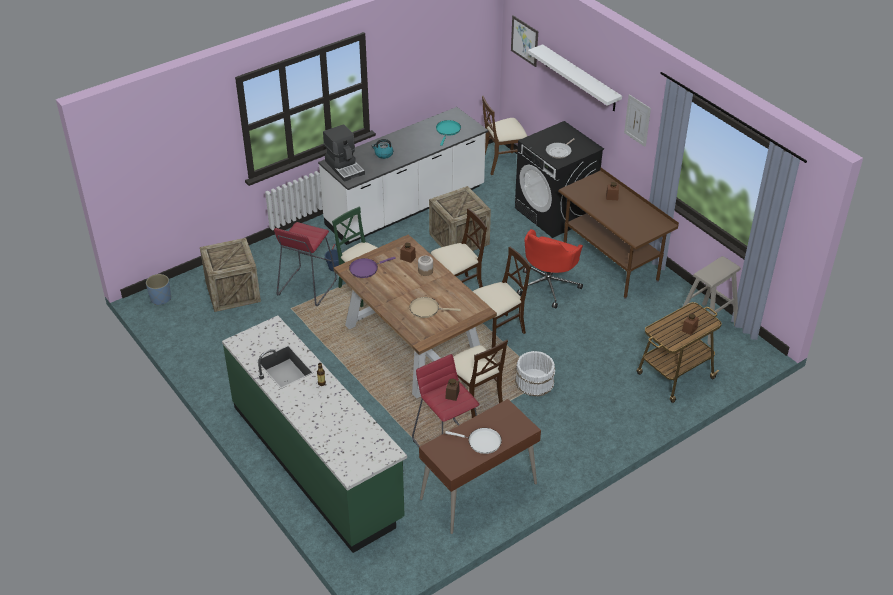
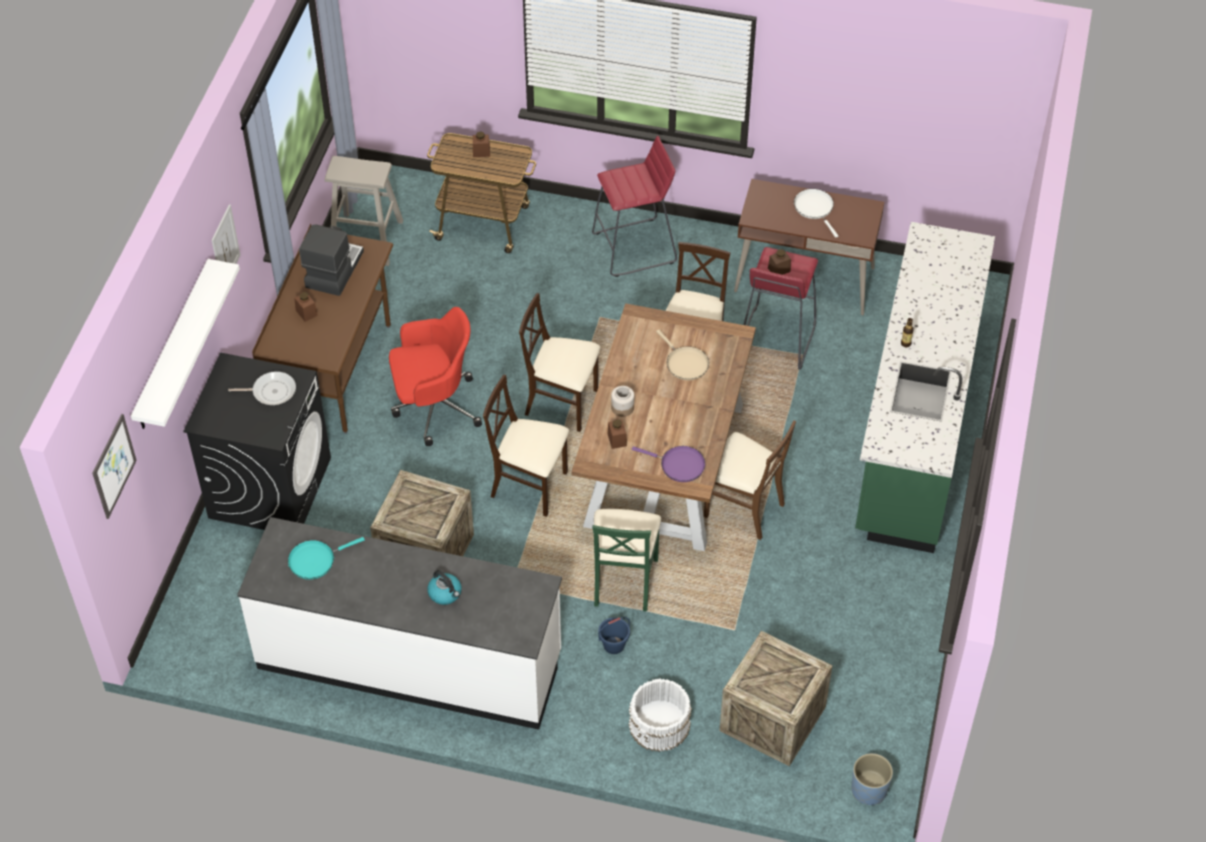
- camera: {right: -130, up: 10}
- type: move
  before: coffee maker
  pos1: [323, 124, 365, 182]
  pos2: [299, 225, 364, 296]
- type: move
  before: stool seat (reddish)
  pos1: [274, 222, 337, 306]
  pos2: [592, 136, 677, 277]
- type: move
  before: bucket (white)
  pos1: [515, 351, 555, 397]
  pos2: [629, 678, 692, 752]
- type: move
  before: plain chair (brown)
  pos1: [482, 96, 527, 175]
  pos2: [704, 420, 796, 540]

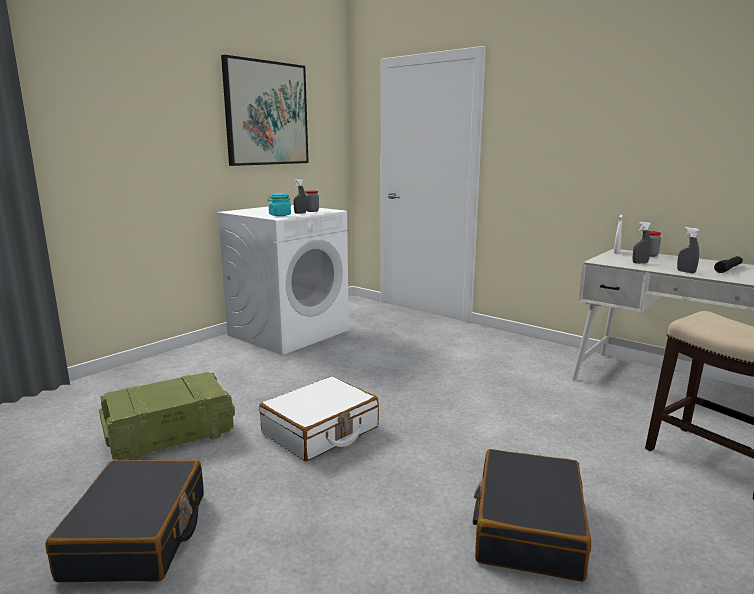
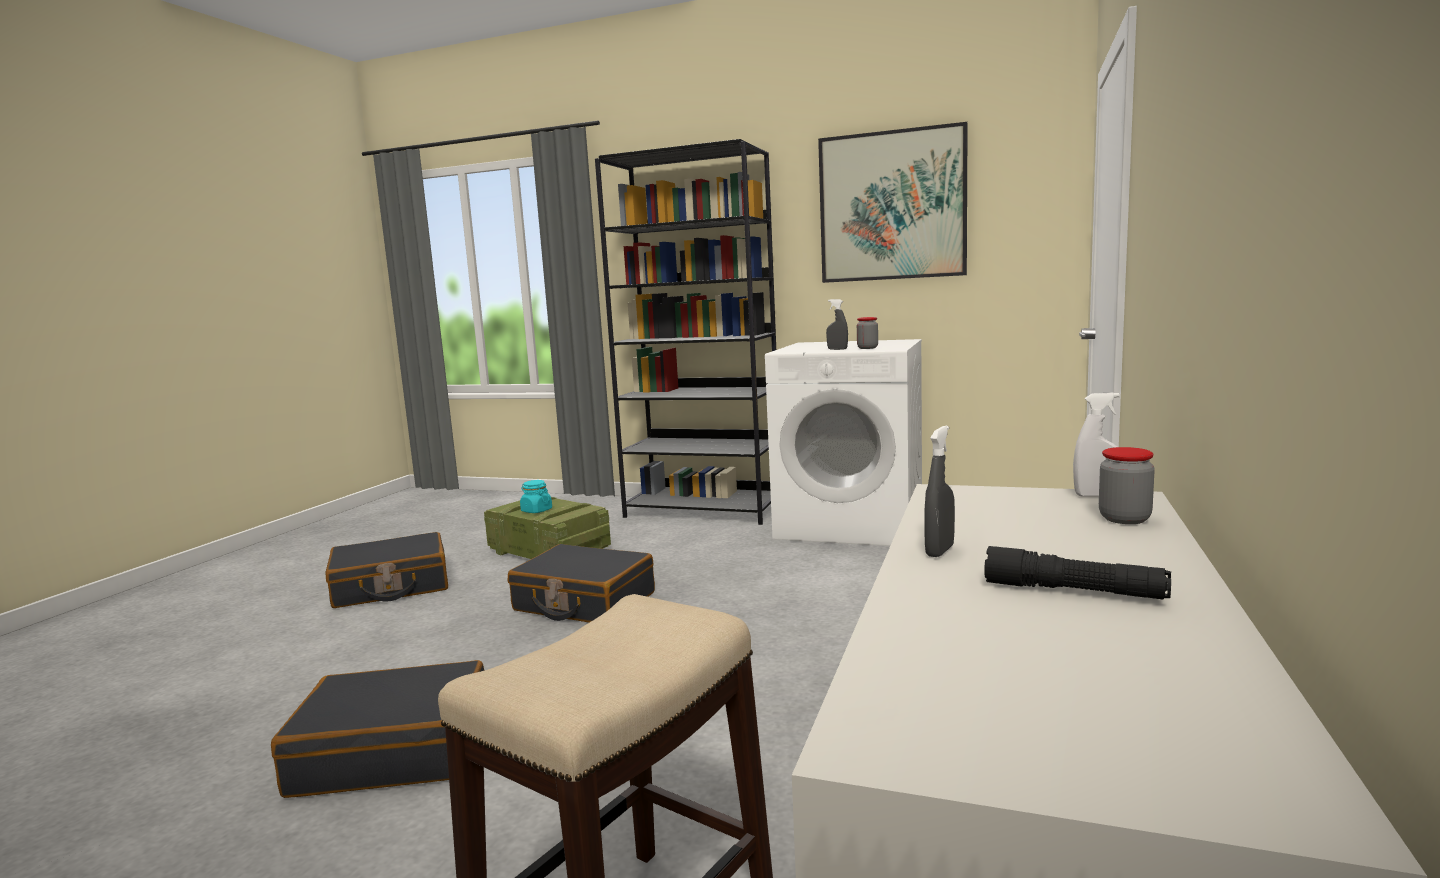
- camera: {right: 70, up: -5}
- type: recolor
  before: suitcase (white)
  after: suitcase (black-coloured)
  pos1: [259, 376, 379, 461]
  pos2: [508, 544, 655, 623]
- type: move
  before: preserve jar (blue-green)
  pos1: [267, 193, 291, 216]
  pos2: [520, 480, 552, 513]
- type: insert
  after: bookcase (black-coloured)
  pos2: [595, 139, 776, 525]
- type: delete
  before: sprayer (greyish)
  pos1: [633, 222, 651, 263]

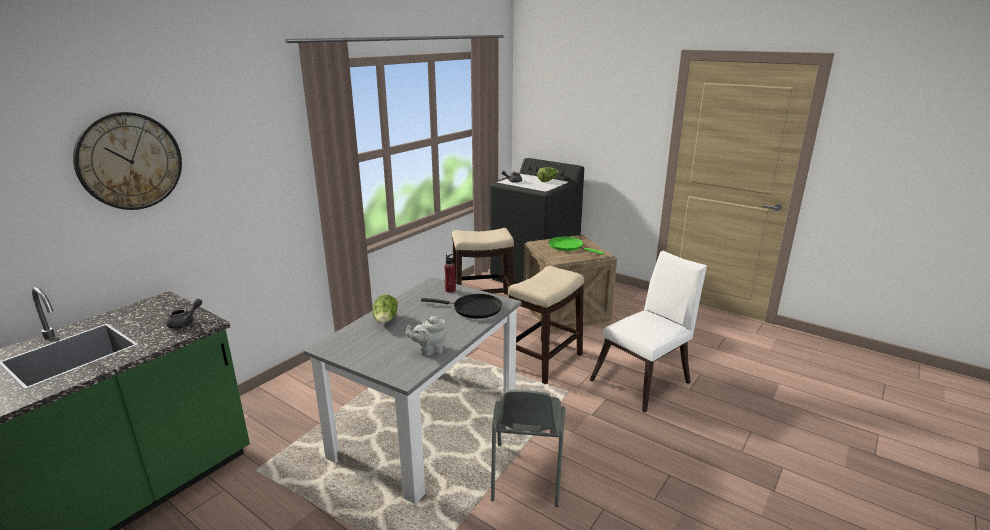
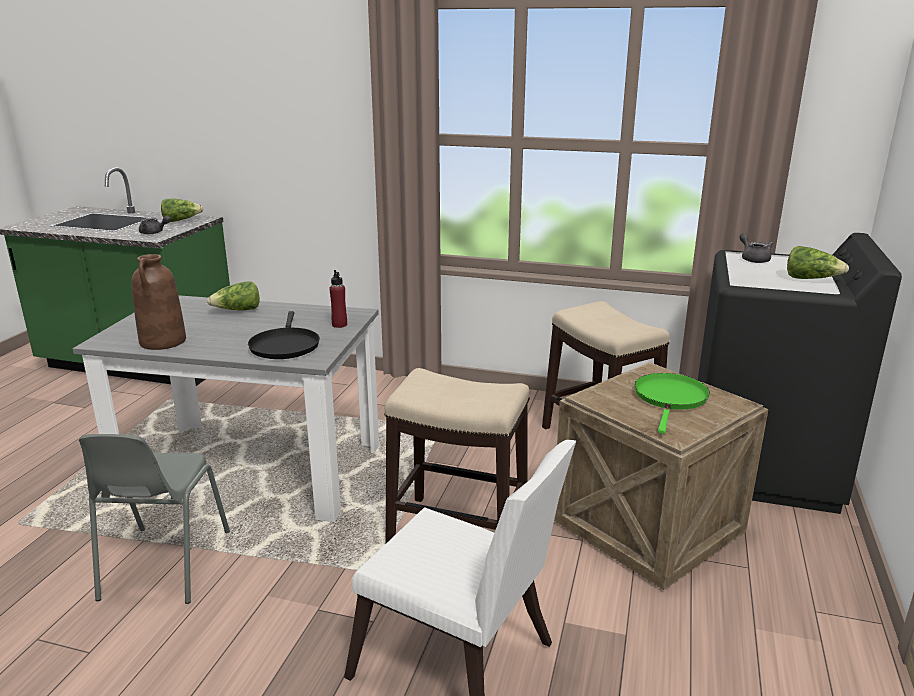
- camera: {right: 70, up: 0}
- type: rotate
  before: plain chair (greyish)
  pos1: [491, 390, 565, 507]
  pos2: [79, 434, 230, 604]
  turn: -75
- type: replace
  before: pot for tea (greyish)
  after: decorative vase (brown)
  pos1: [406, 316, 446, 356]
  pos2: [131, 254, 186, 350]
- type: insert
  after: lettuce
  pos2: [161, 199, 204, 222]
- type: delete
  before: hanging clock
  pos1: [73, 112, 182, 210]

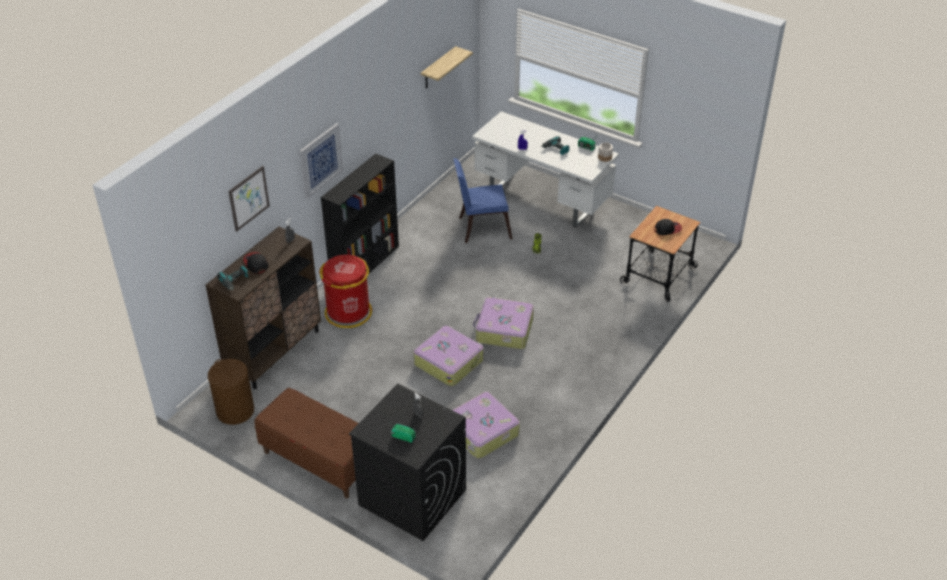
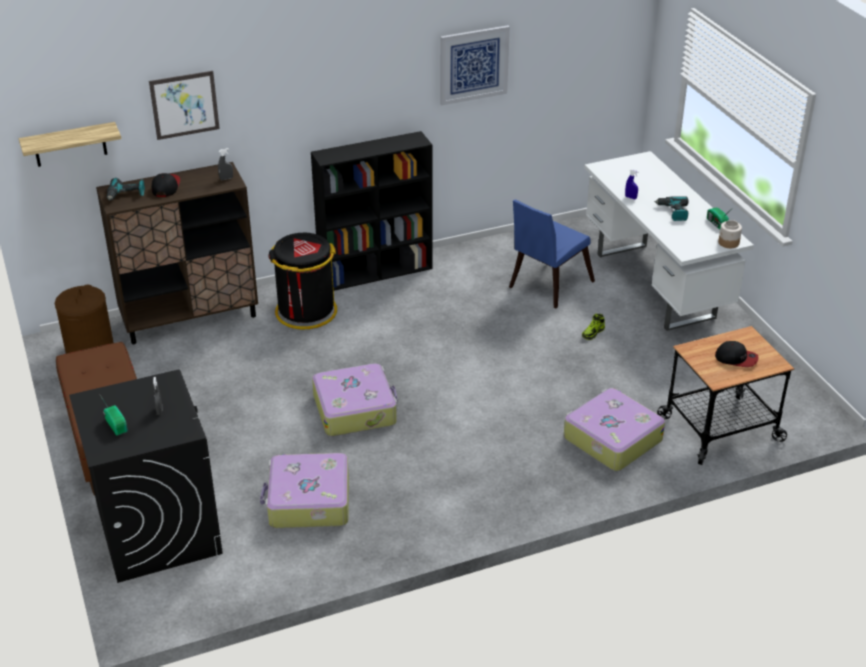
- camera: {right: 35, up: -5}
- type: move
  before: shelf
  pos1: [421, 46, 473, 89]
  pos2: [19, 122, 121, 167]
- type: recolor
  before: waste bin (reddish)
  after: waste bin (black-coloured)
  pos1: [319, 255, 372, 328]
  pos2: [268, 233, 337, 329]
- type: move
  before: wall art
  pos1: [300, 123, 343, 199]
  pos2: [440, 25, 510, 105]
- type: rotate
  before: plain chair (blue-coloured)
  pos1: [453, 158, 512, 243]
  pos2: [509, 199, 595, 309]
  turn: -75
- type: move
  before: suitcase
  pos1: [473, 297, 534, 349]
  pos2: [564, 388, 665, 471]

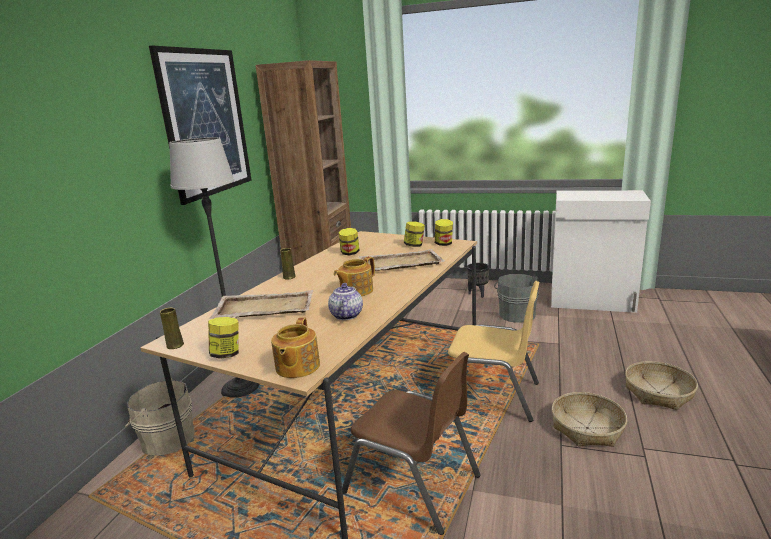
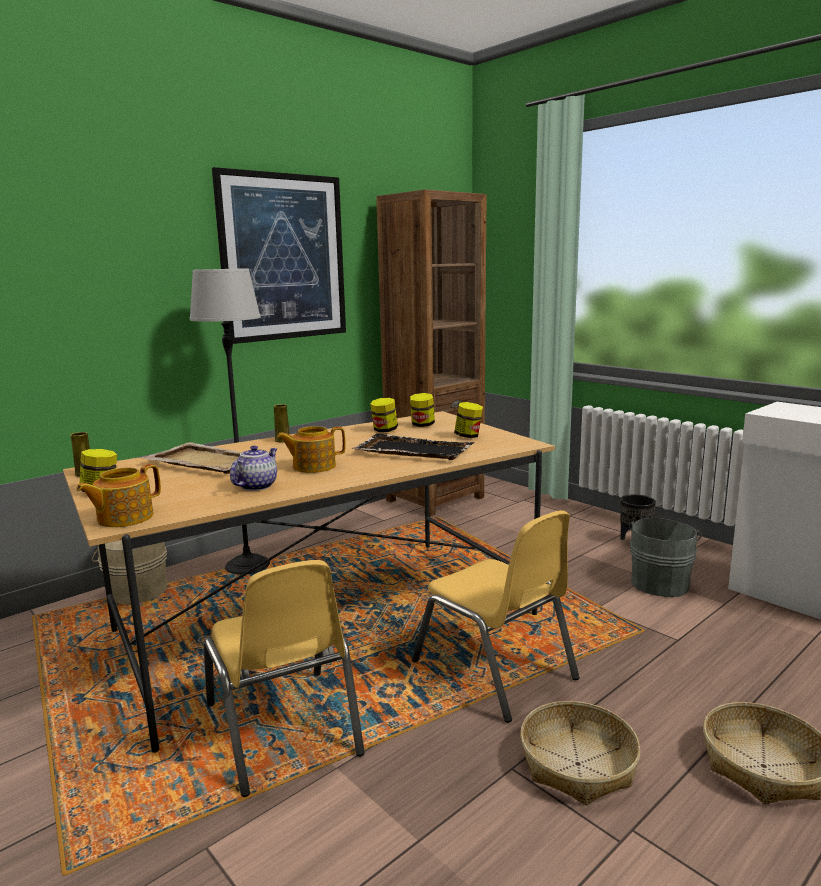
- camera: {right: 30, up: -5}
- type: recolor
  before: plain chair (brown)
  after: plain chair (yellowish)
  pos1: [342, 352, 481, 535]
  pos2: [204, 560, 365, 797]
- type: recolor
  before: carrying tray (beige-coloured)
  after: carrying tray (black-coloured)
  pos1: [359, 249, 444, 271]
  pos2: [352, 433, 474, 460]
- type: move
  before: preserve jar
  pos1: [435, 219, 453, 246]
  pos2: [410, 393, 435, 427]

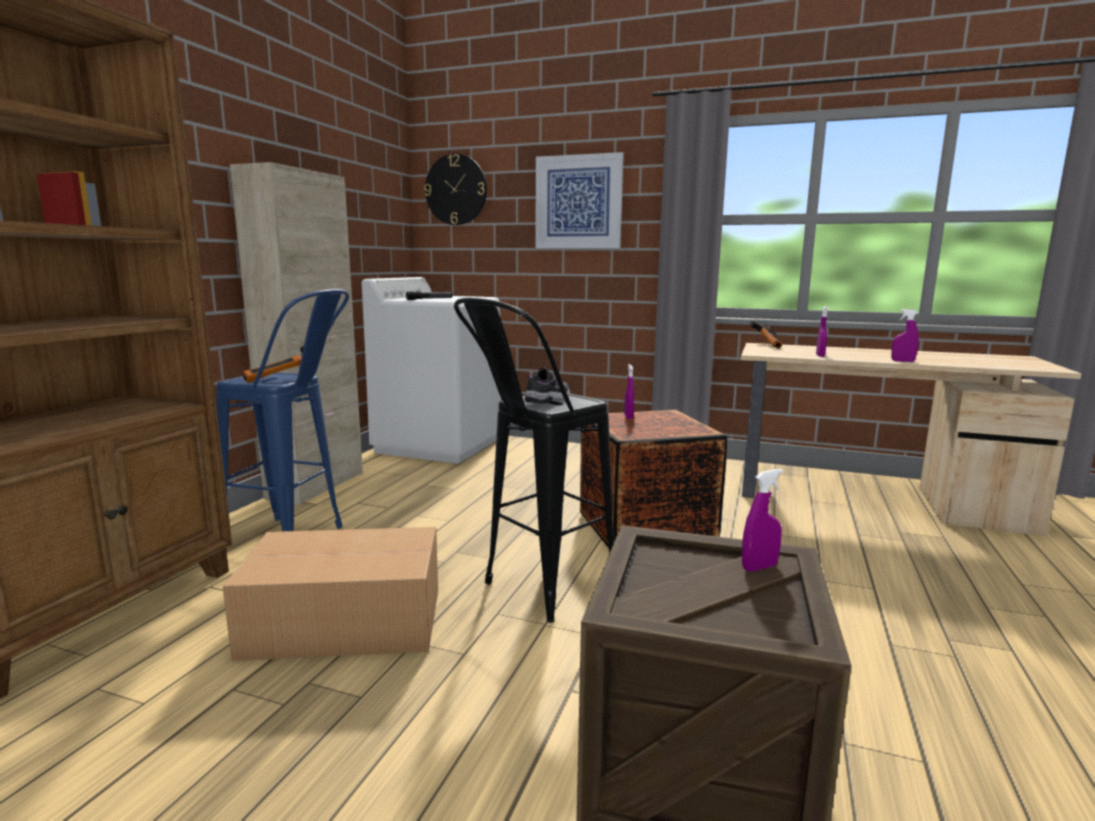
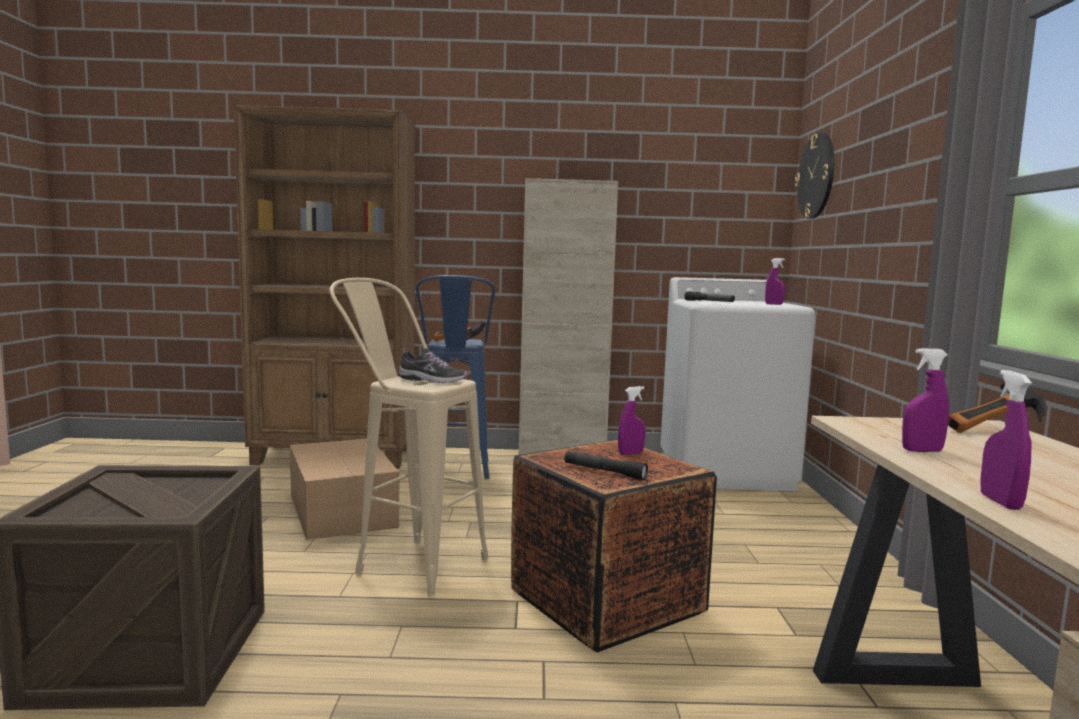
- camera: {right: 70, up: -5}
- type: recolor
  before: stool seat (black-coloured)
  after: stool seat (beige-coloured)
  pos1: [454, 298, 614, 623]
  pos2: [329, 278, 488, 596]
- type: insert
  after: torch (black-coloured)
  pos2: [565, 451, 648, 480]
- type: move
  before: sprayer (purplish)
  pos1: [742, 469, 783, 572]
  pos2: [765, 258, 785, 305]
- type: delete
  before: wall art
  pos1: [535, 152, 624, 248]

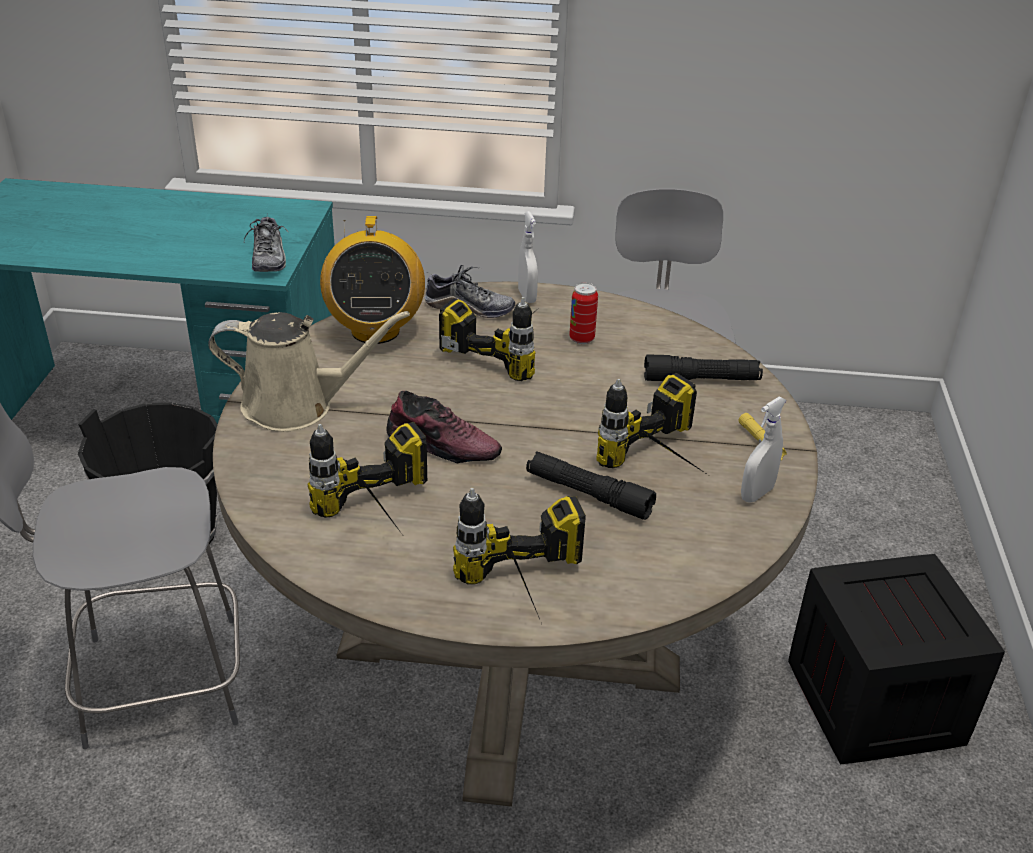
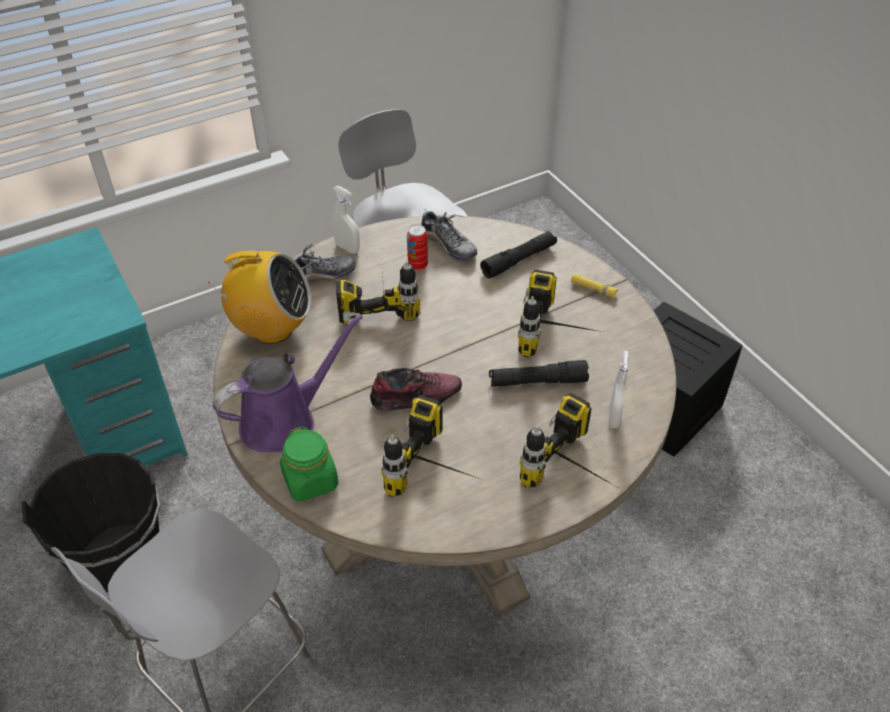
- camera: {right: -35, up: 10}
- type: rotate
  before: radio set
  pos1: [320, 216, 425, 344]
  pos2: [208, 251, 311, 344]
  turn: -45
- type: recolor
  before: watering can (beige-coloured)
  after: watering can (purplish)
  pos1: [208, 311, 410, 432]
  pos2: [212, 314, 363, 452]
- type: insert
  after: preserve jar (greenish)
  pos2: [280, 426, 338, 502]
- type: move
  before: item of footwear
  pos1: [244, 213, 289, 272]
  pos2: [421, 208, 477, 261]
- type: move
  before: sprayer (white)
  pos1: [741, 396, 787, 503]
  pos2: [608, 351, 629, 429]

